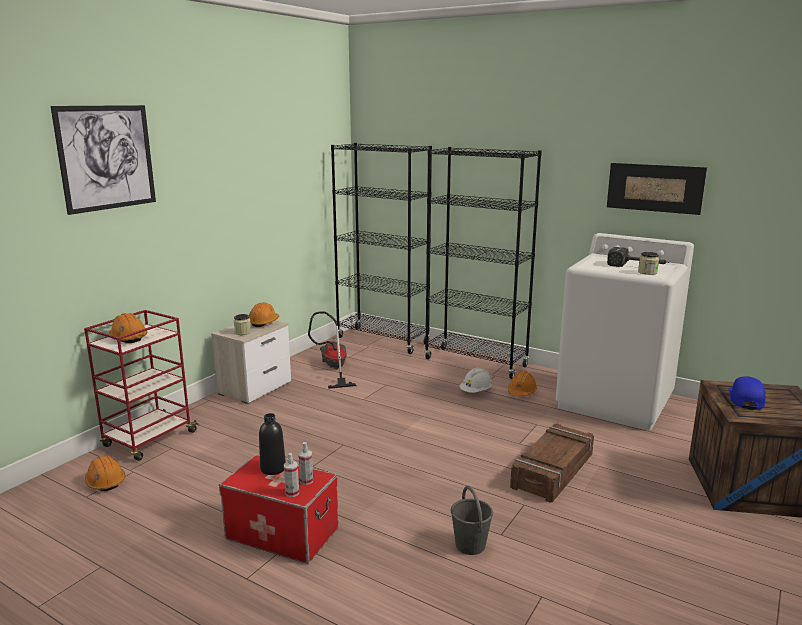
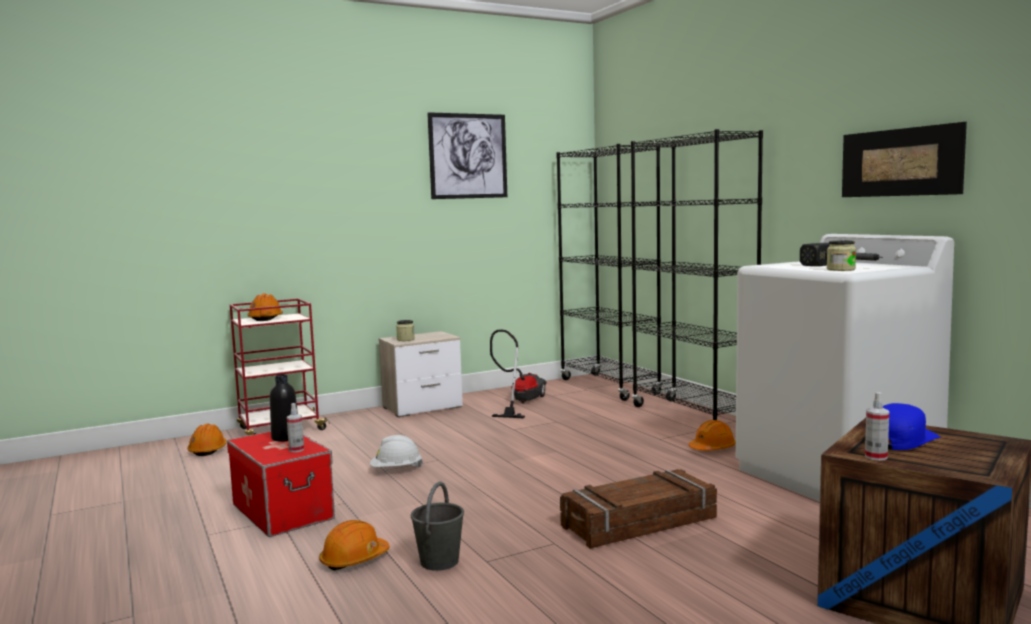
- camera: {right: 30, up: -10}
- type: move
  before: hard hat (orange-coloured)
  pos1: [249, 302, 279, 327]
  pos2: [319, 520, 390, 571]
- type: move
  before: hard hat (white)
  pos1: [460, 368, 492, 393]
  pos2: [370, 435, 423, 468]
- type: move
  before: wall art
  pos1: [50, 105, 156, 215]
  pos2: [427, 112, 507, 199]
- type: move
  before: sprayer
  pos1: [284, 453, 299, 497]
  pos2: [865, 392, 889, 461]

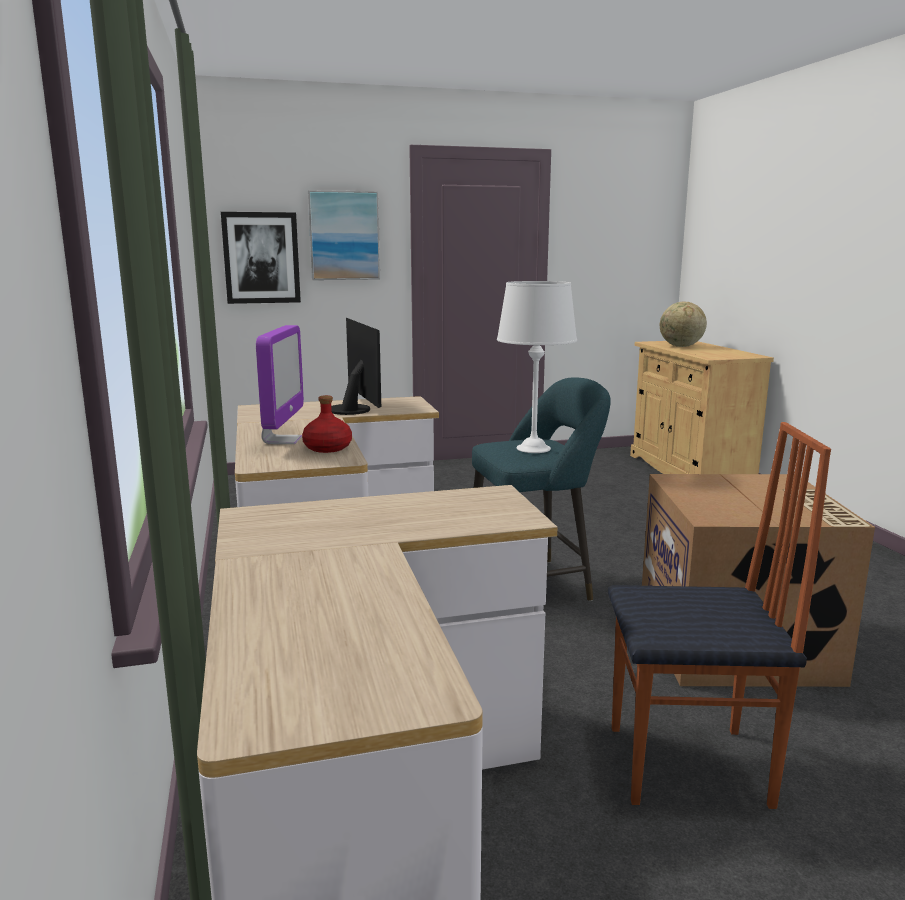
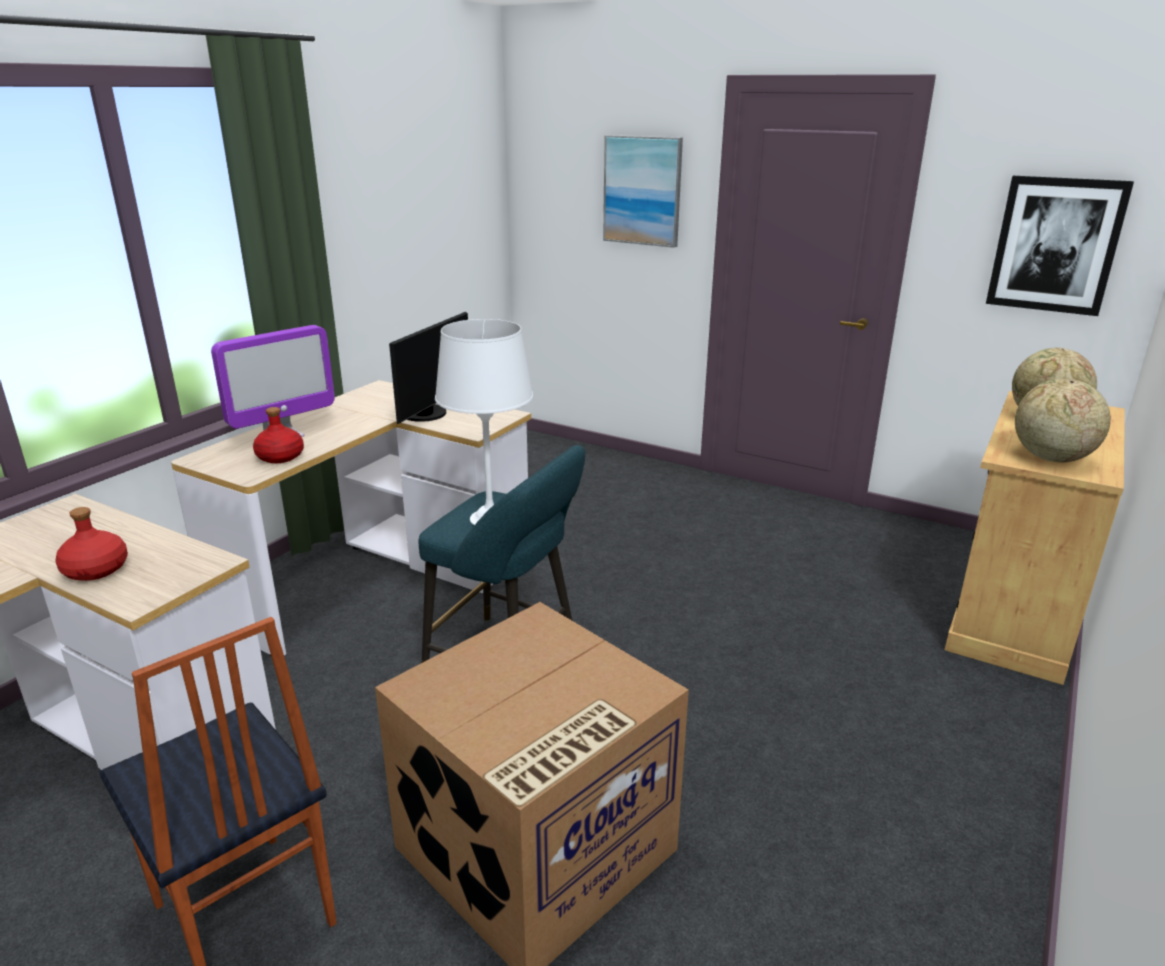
- camera: {right: 45, up: 10}
- type: insert
  after: drink bottle (reddish)
  pos2: [56, 507, 128, 581]
- type: move
  before: wall art
  pos1: [221, 212, 301, 304]
  pos2: [986, 176, 1134, 316]
- type: insert
  after: globe
  pos2: [1015, 379, 1111, 463]

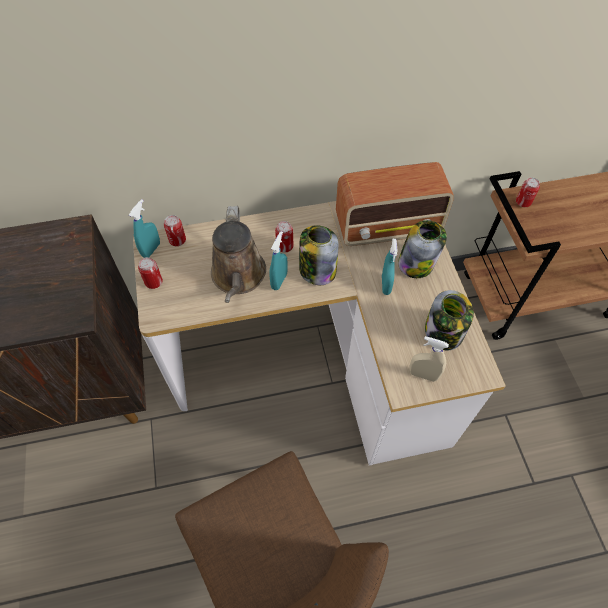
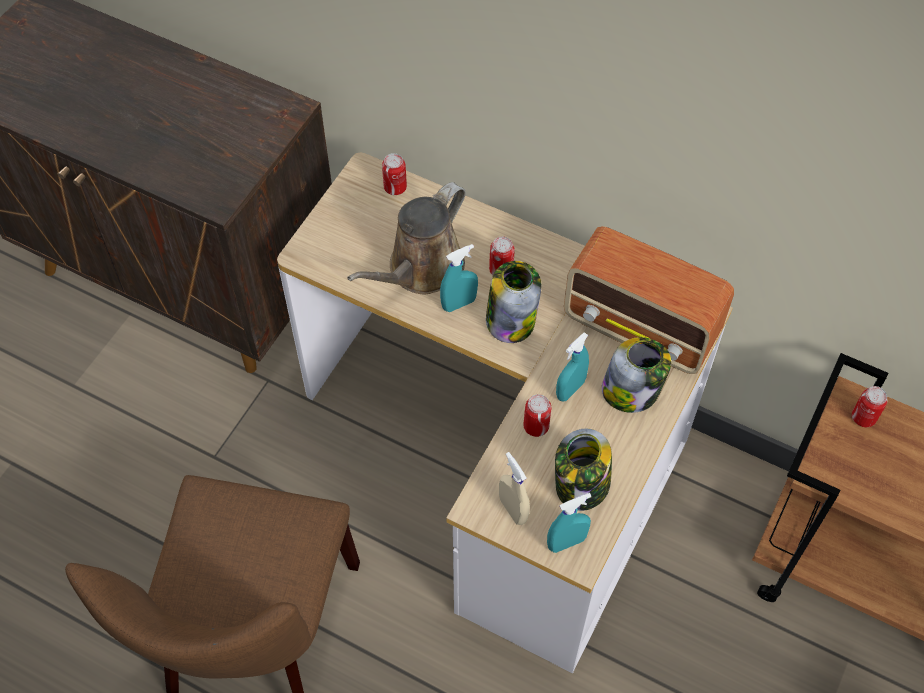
- camera: {right: 40, up: 0}
- type: move
  before: sealed can
  pos1: [138, 257, 163, 289]
  pos2: [523, 394, 552, 437]
- type: move
  before: sprayer (blue-green)
  pos1: [129, 199, 160, 258]
  pos2: [547, 493, 591, 553]

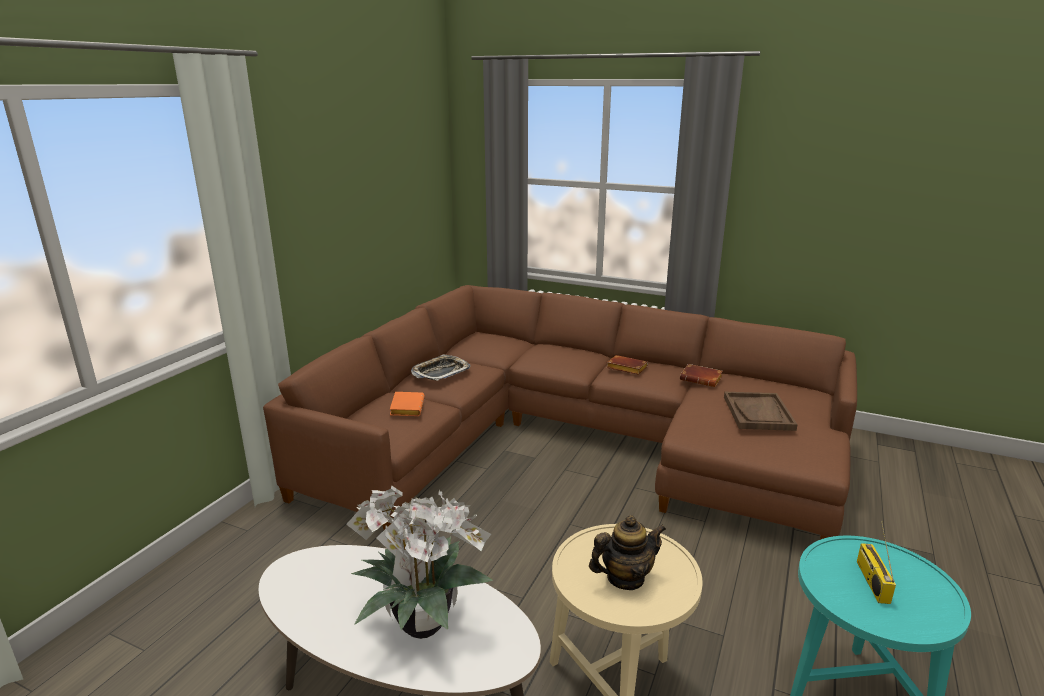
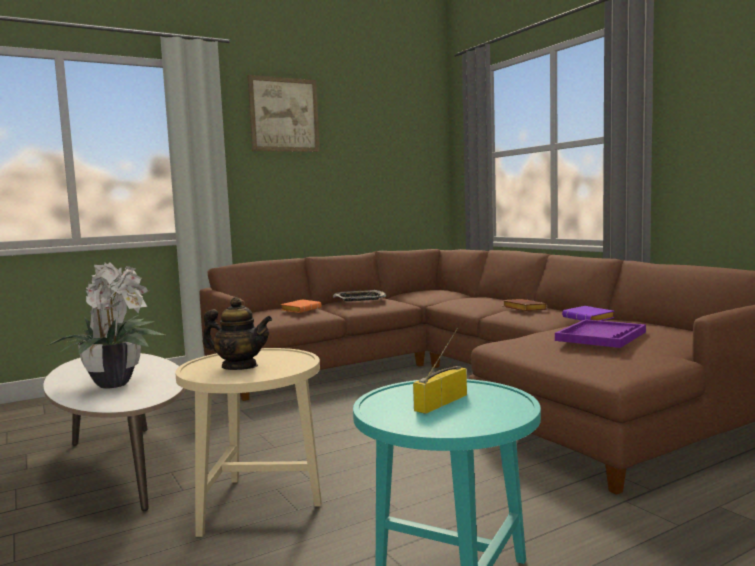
- camera: {right: 35, up: -15}
- type: insert
  after: wall art
  pos2: [247, 75, 320, 152]
- type: recolor
  before: carrying tray (brown)
  after: carrying tray (purplish)
  pos1: [724, 392, 798, 431]
  pos2: [555, 319, 646, 348]
- type: recolor
  before: bound book (brown)
  after: bound book (purplish)
  pos1: [680, 364, 723, 387]
  pos2: [562, 306, 615, 321]

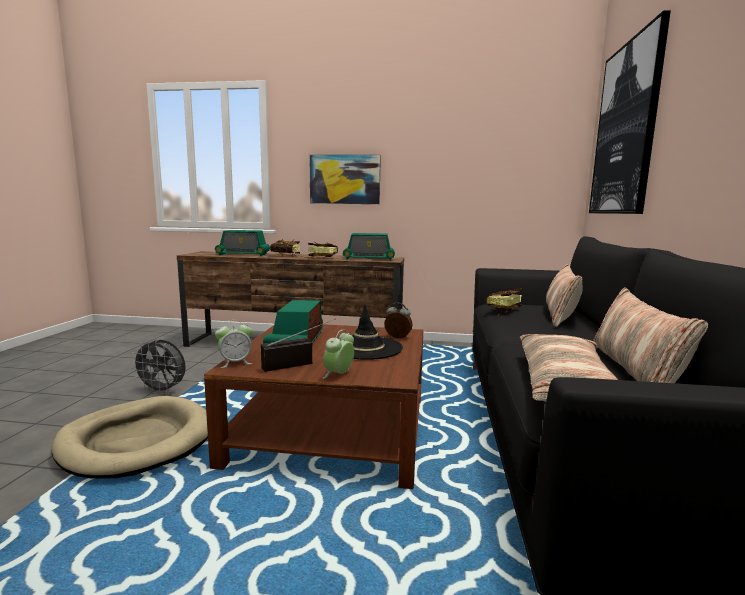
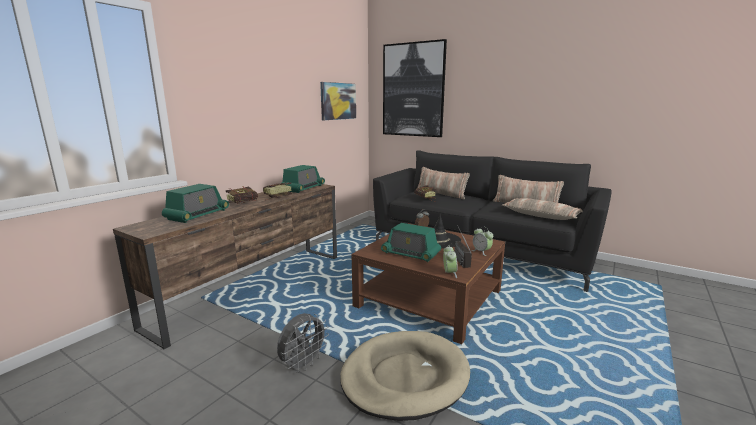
- camera: {right: -65, up: 5}
- type: move
  before: wall art
  pos1: [309, 155, 381, 204]
  pos2: [320, 82, 356, 120]

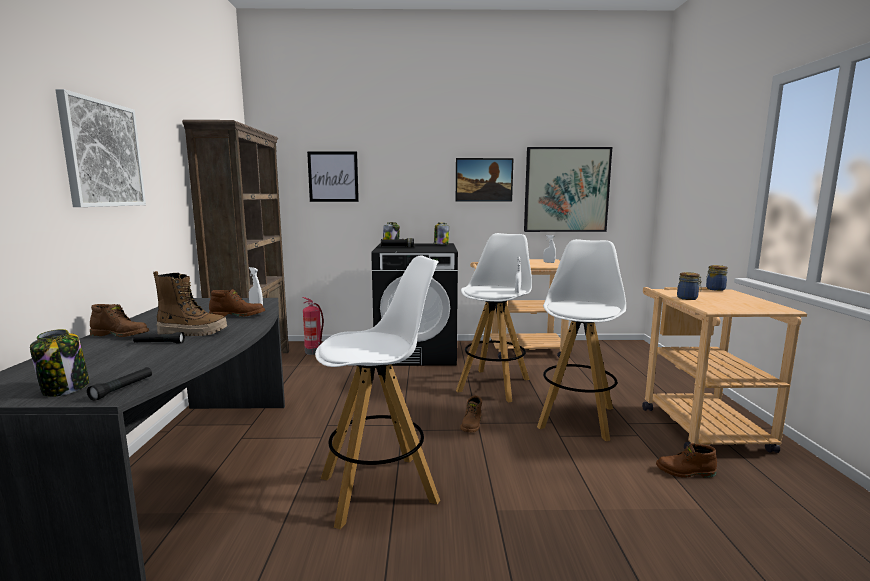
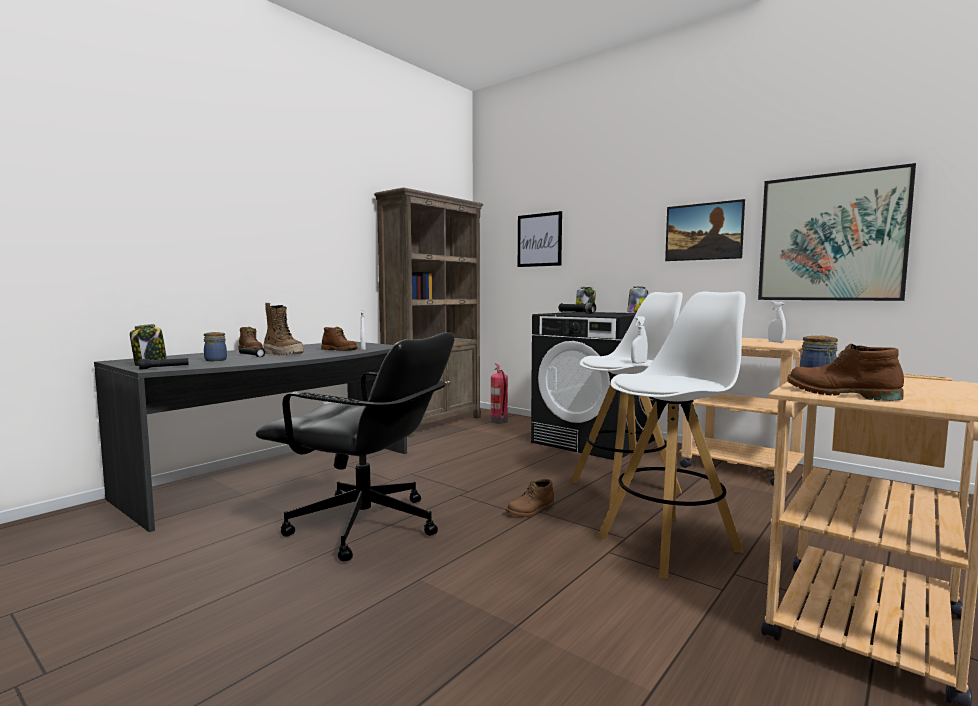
- camera: {right: 40, up: -5}
- type: move
  before: preserve jar
  pos1: [706, 265, 728, 291]
  pos2: [204, 332, 227, 361]
- type: replace
  before: stool seat (white)
  after: office chair (black-coloured)
  pos1: [315, 256, 440, 529]
  pos2: [256, 332, 455, 561]
- type: move
  before: tall boot (brown)
  pos1: [656, 443, 717, 478]
  pos2: [787, 343, 904, 401]
- type: delete
  before: wall art
  pos1: [55, 89, 146, 207]

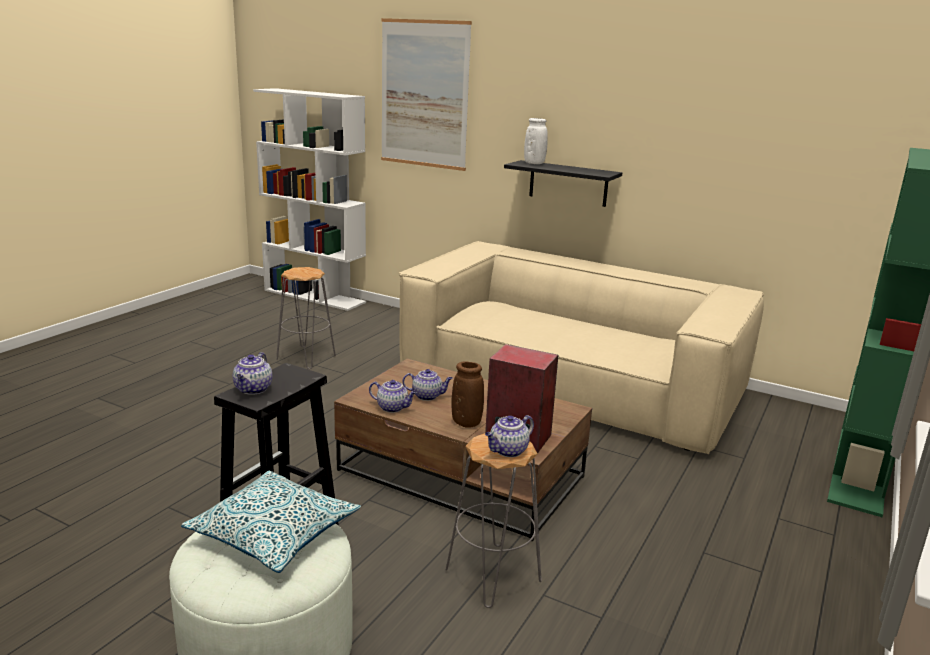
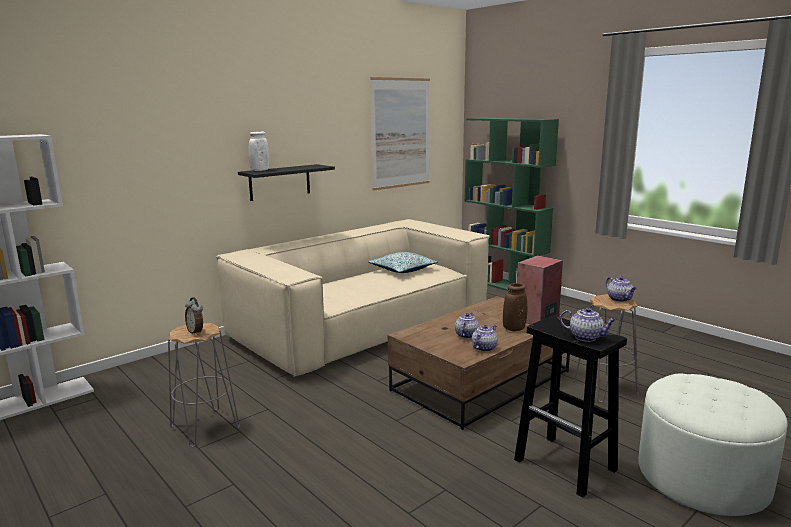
- camera: {right: -70, up: -5}
- type: insert
  after: bedside clock
  pos2: [185, 297, 203, 335]
- type: move
  before: cushion
  pos1: [181, 471, 361, 573]
  pos2: [368, 252, 438, 273]
- type: move
  before: wall art
  pos1: [381, 18, 472, 171]
  pos2: [370, 77, 430, 191]

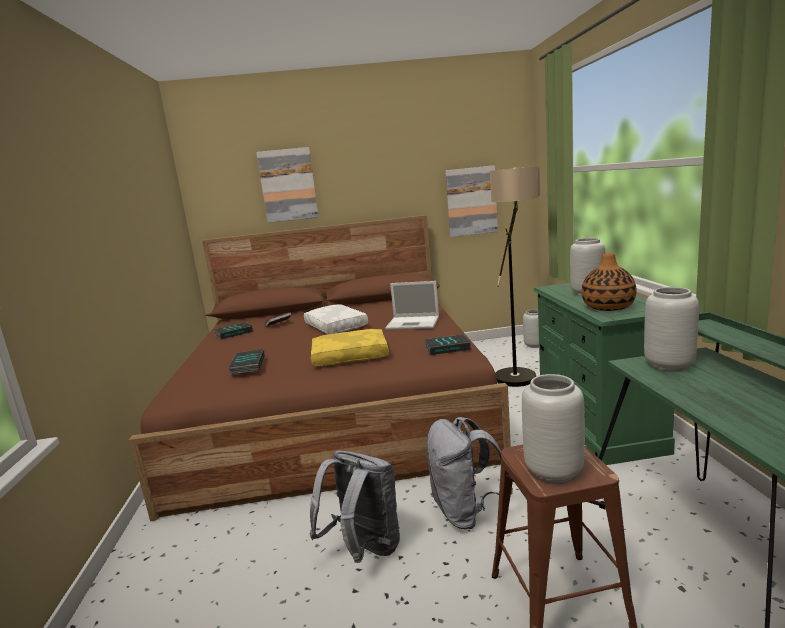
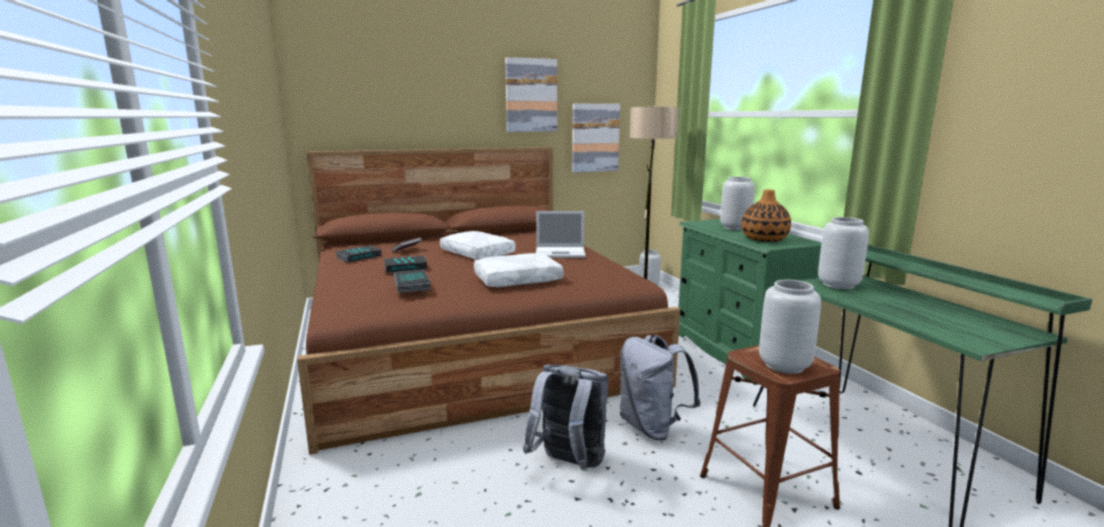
- camera: {right: -15, up: 0}
- type: move
  before: bound book
  pos1: [424, 334, 471, 355]
  pos2: [383, 256, 427, 273]
- type: recolor
  before: cushion (yellowish)
  after: cushion (white)
  pos1: [311, 329, 389, 366]
  pos2: [474, 253, 564, 287]
- type: move
  before: wall art
  pos1: [256, 147, 319, 223]
  pos2: [505, 57, 557, 132]

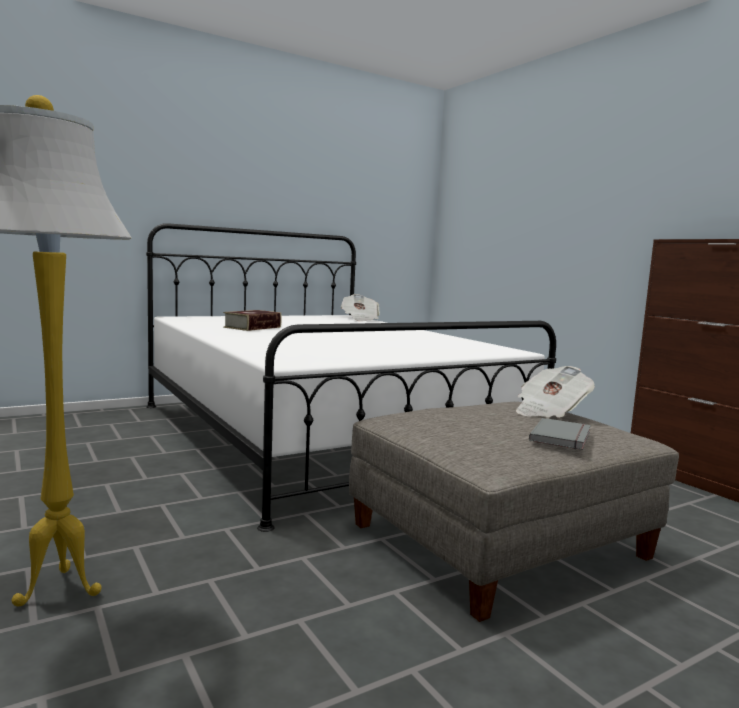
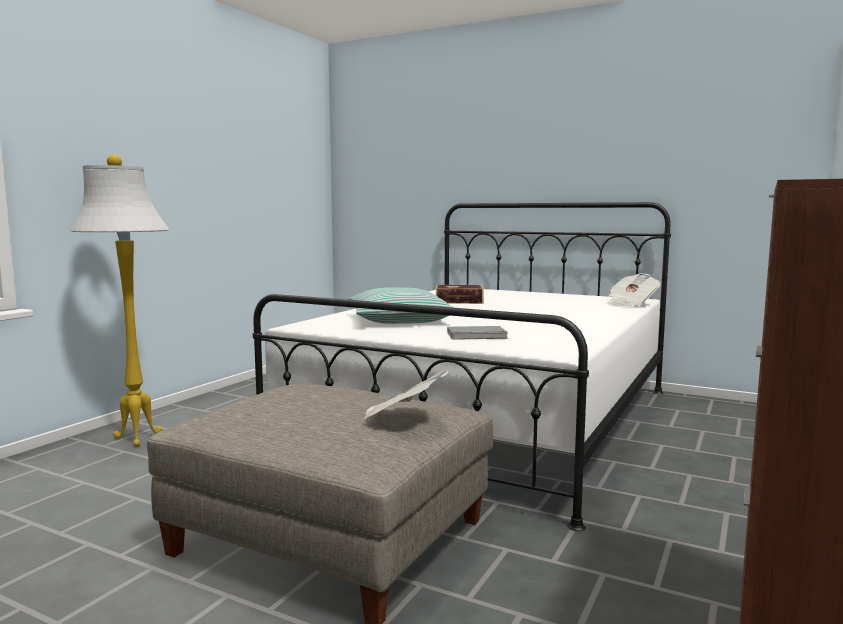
- camera: {right: 60, up: 0}
- type: insert
  after: cushion
  pos2: [349, 287, 454, 324]
- type: move
  before: bound book (greyish)
  pos1: [529, 418, 591, 450]
  pos2: [447, 326, 508, 340]

